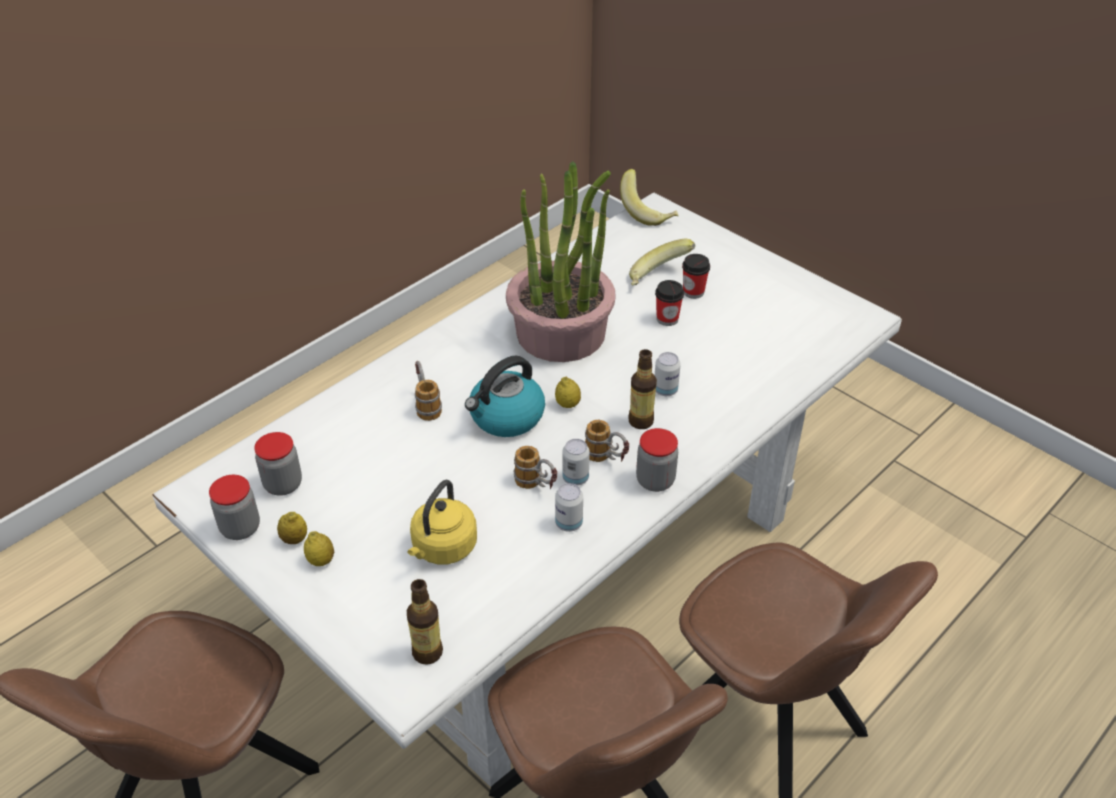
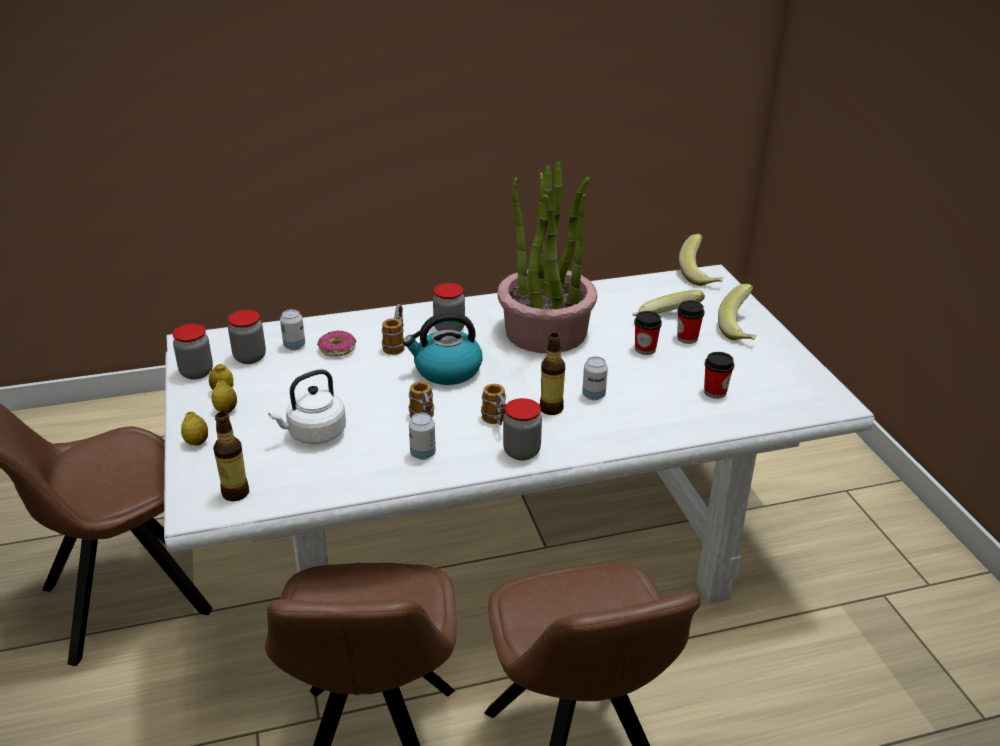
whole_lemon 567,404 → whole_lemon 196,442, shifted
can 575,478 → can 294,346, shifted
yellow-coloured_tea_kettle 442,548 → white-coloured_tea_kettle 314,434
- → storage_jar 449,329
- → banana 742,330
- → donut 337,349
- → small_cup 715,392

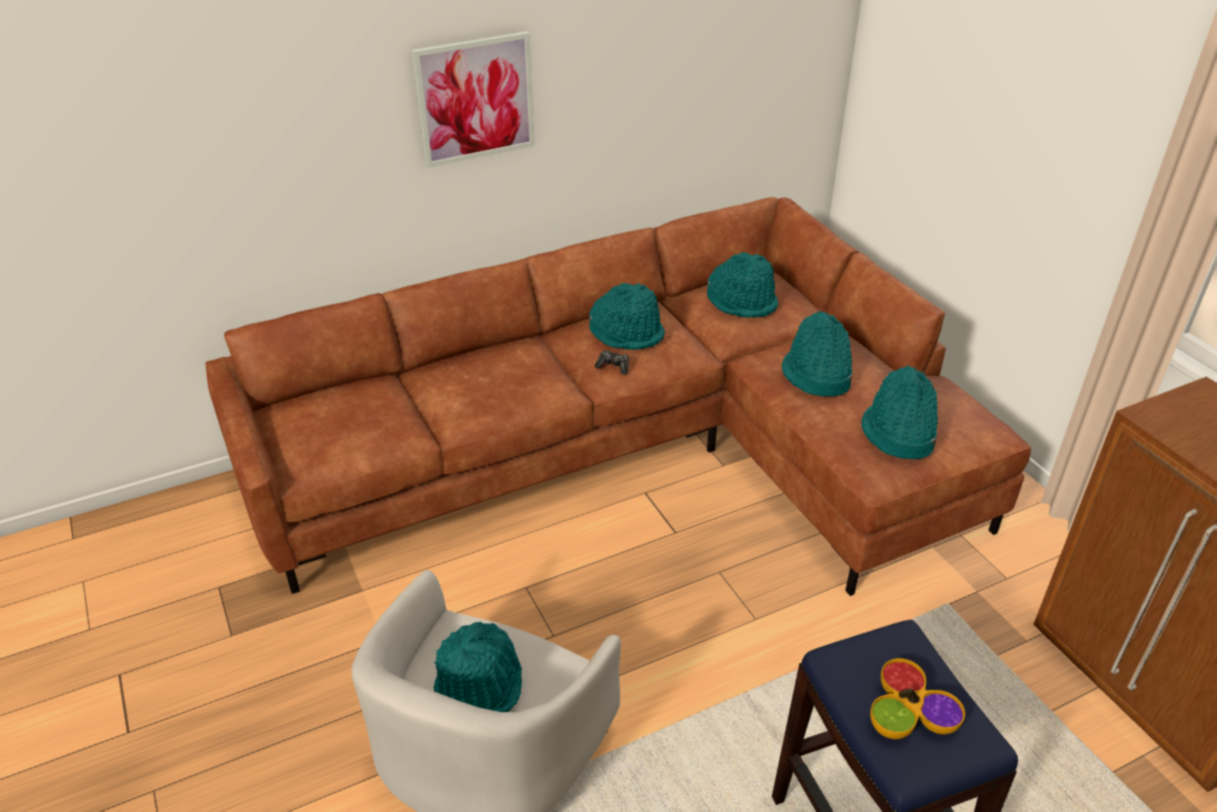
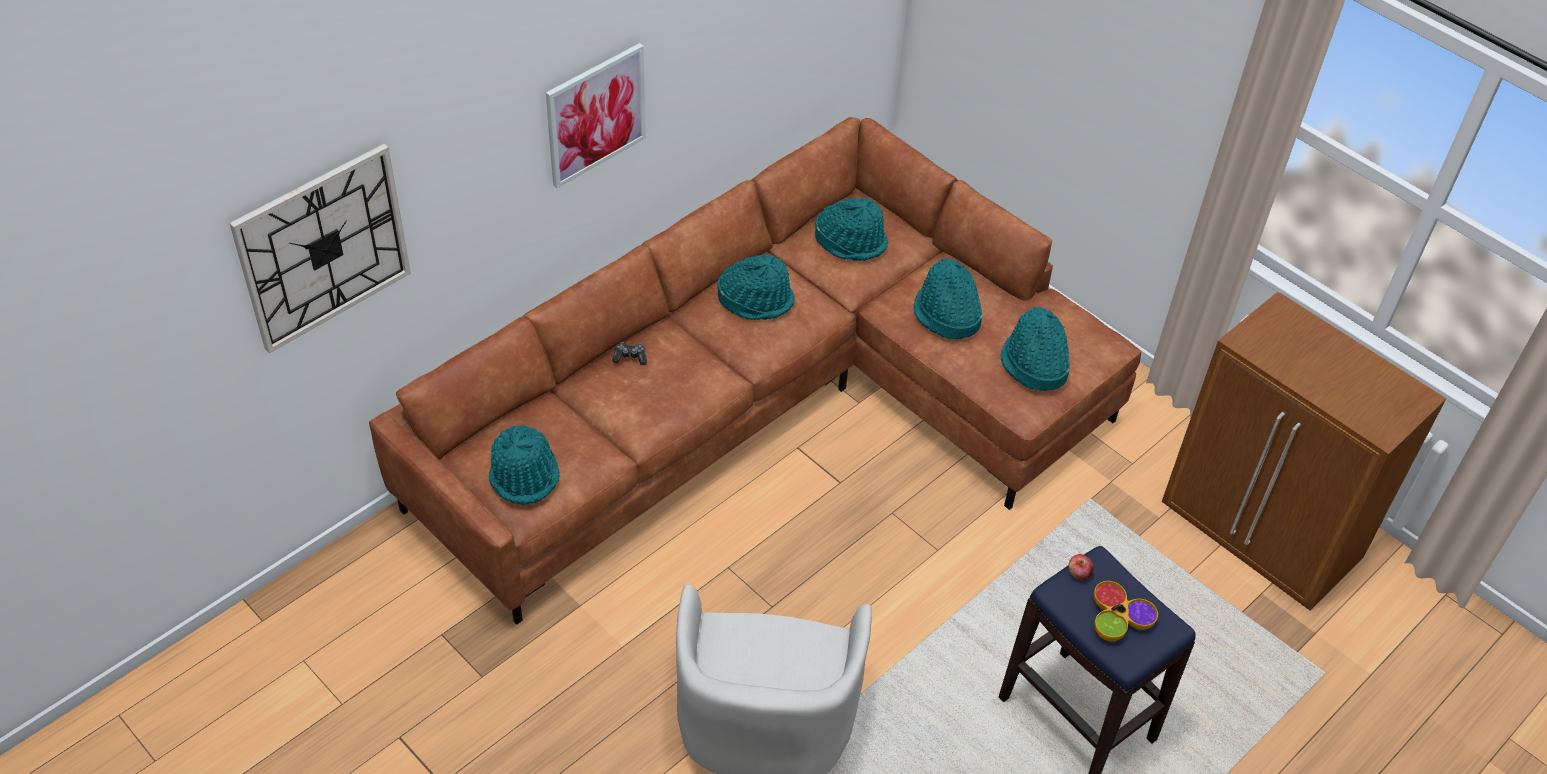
joypad 613,366 → joypad 630,357, shifted
turquoise_wearable_hat 480,686 → turquoise_wearable_hat 524,474, shifted
- → wall_clock 323,247
- → apple_fruit 1078,573

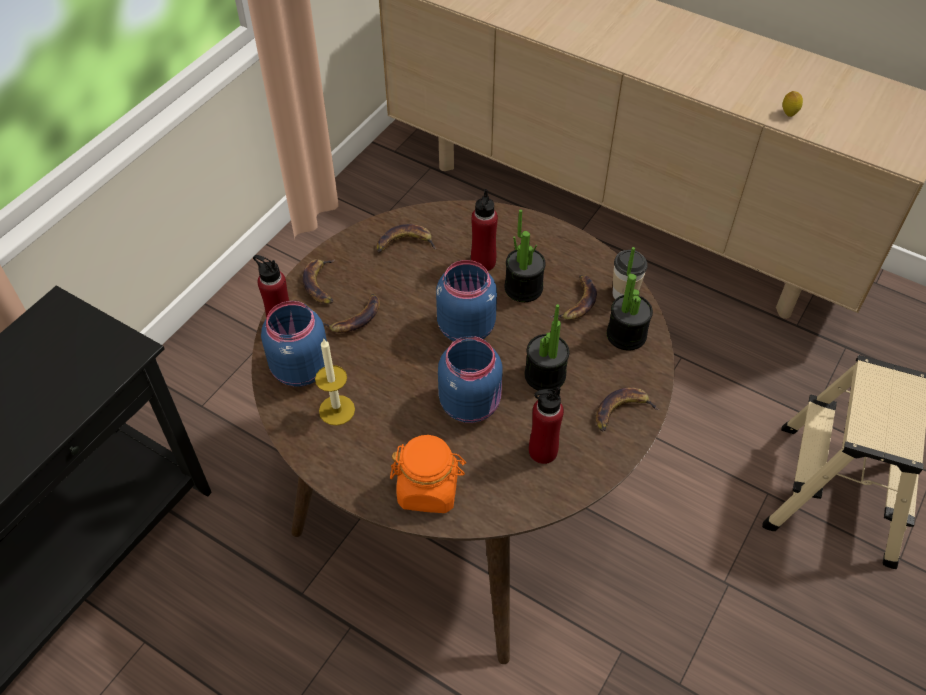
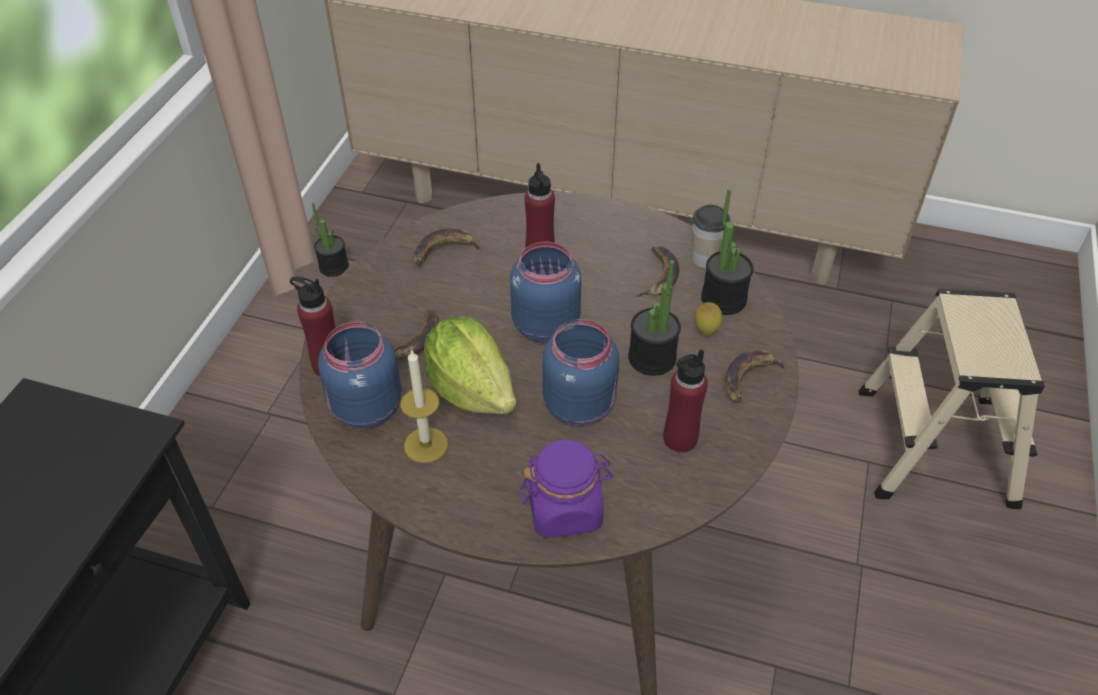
whole_lemon 788,114 → whole_lemon 706,331, shifted
potted_plant 523,288 → potted_plant 334,267, shifted
banana 321,284 → -
orange_storage_jar 428,489 → purplish_storage_jar 565,509
- → head_of_lettuce 471,389

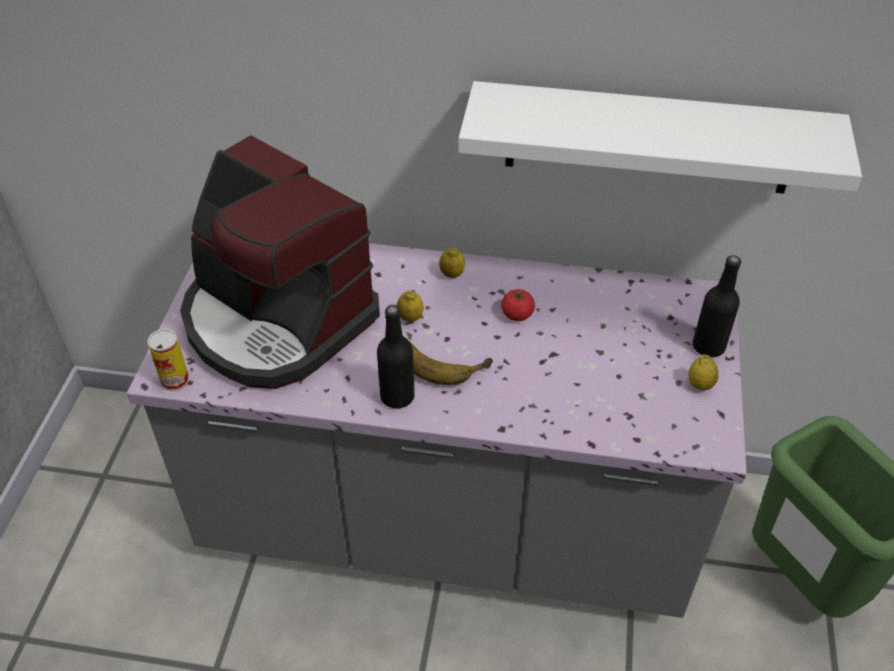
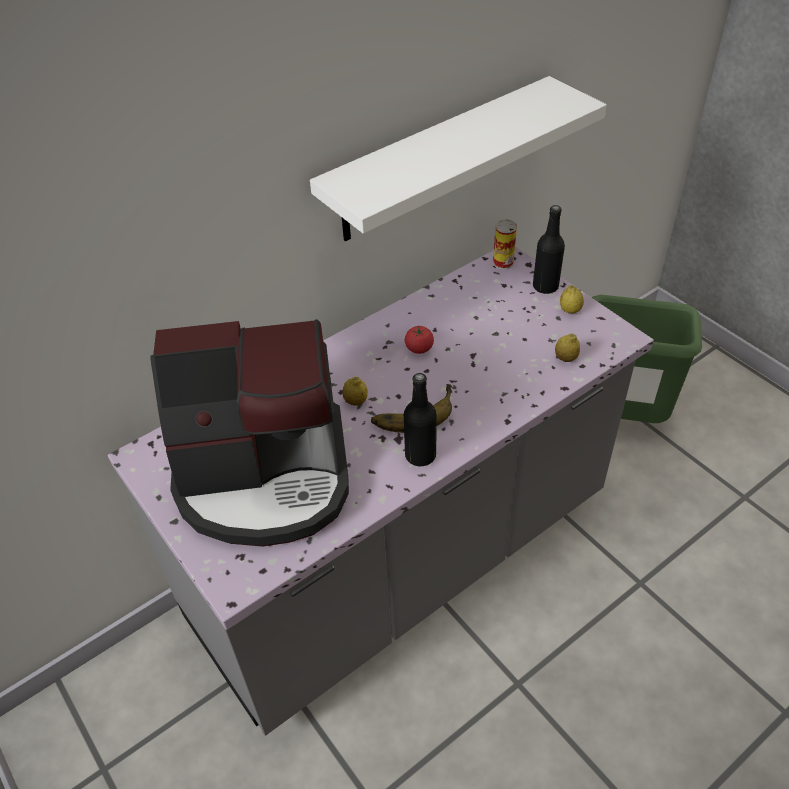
whole_lemon 452,274 → whole_lemon 565,358, shifted
can 175,380 → can 503,262, shifted

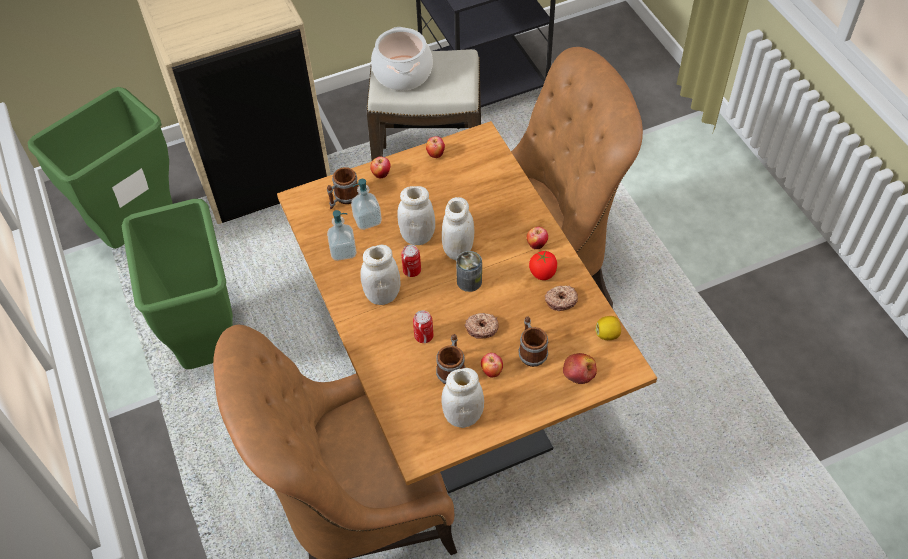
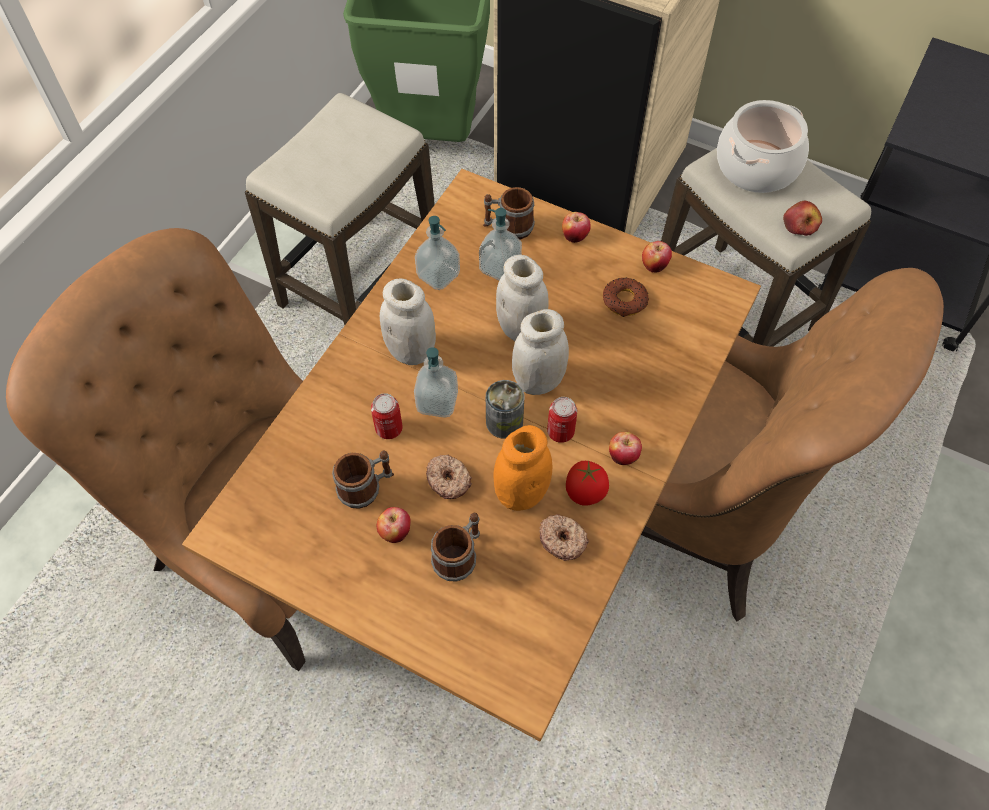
greenish_trash_can 209,344 → stool_seat 360,282
can 412,270 → can 560,432, shifted
whole_lemon 607,334 → -
apple_fruit 579,372 → apple_fruit 800,224, shifted
white-coloured_storage_jar 463,416 → -
- → donut 624,300
- → soap_bottle 437,402
- → orange_storage_jar 521,493

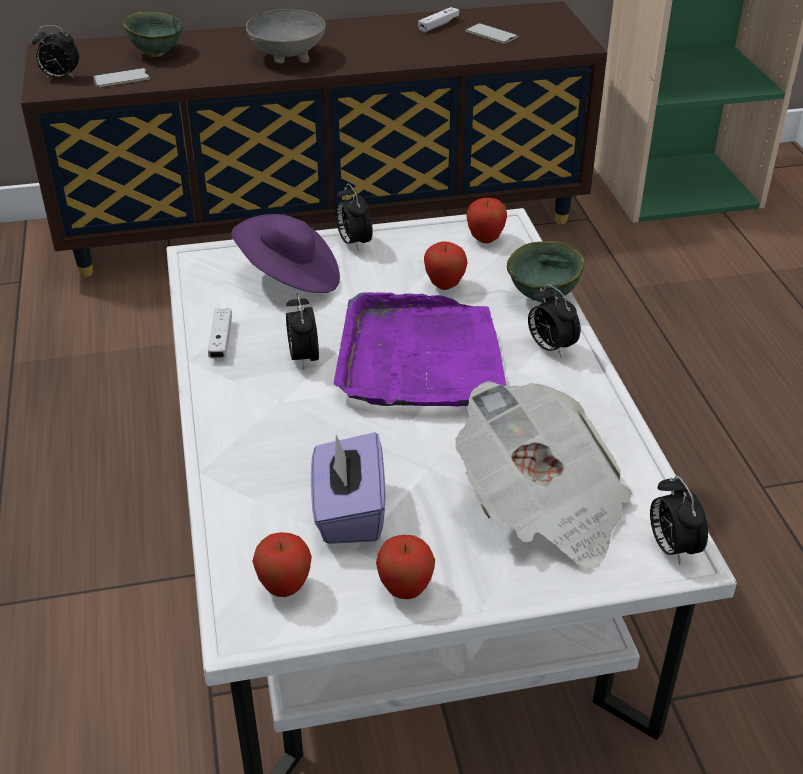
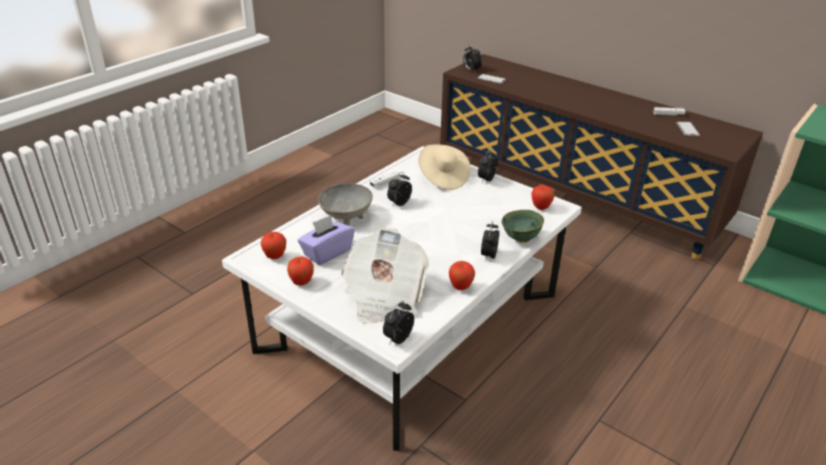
gray_deep_dish 286,57 → gray_deep_dish 346,216, shifted
greenish_deep_dish 156,53 → -
purplish_wearable_hat 290,277 → beige_wearable_hat 443,178
apple_fruit 444,285 → apple_fruit 460,287, shifted
purplish_serving_tray 421,359 → -

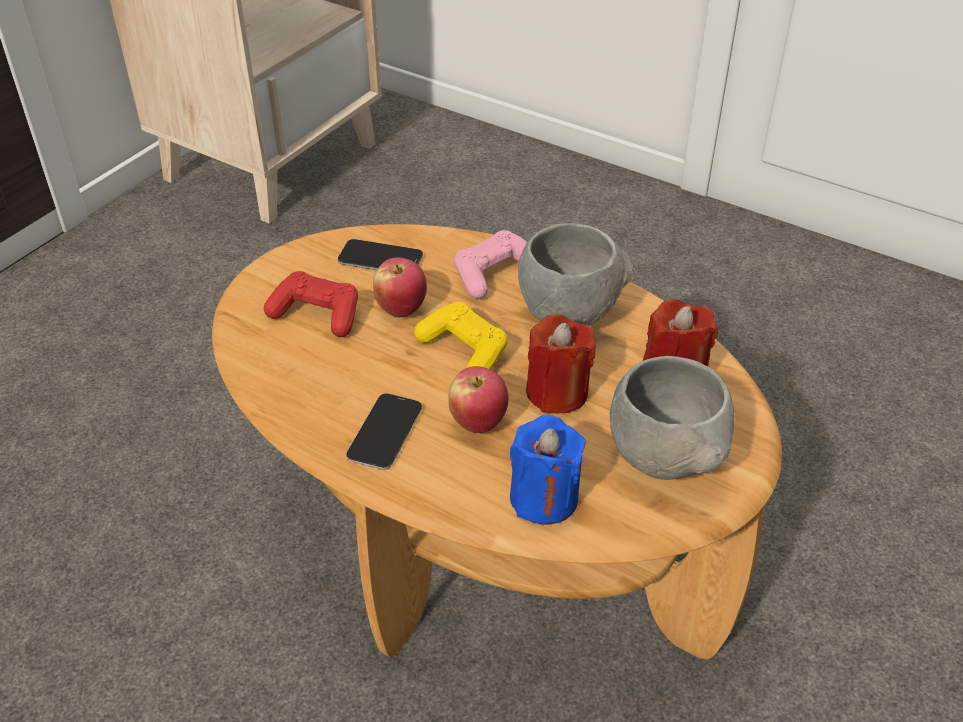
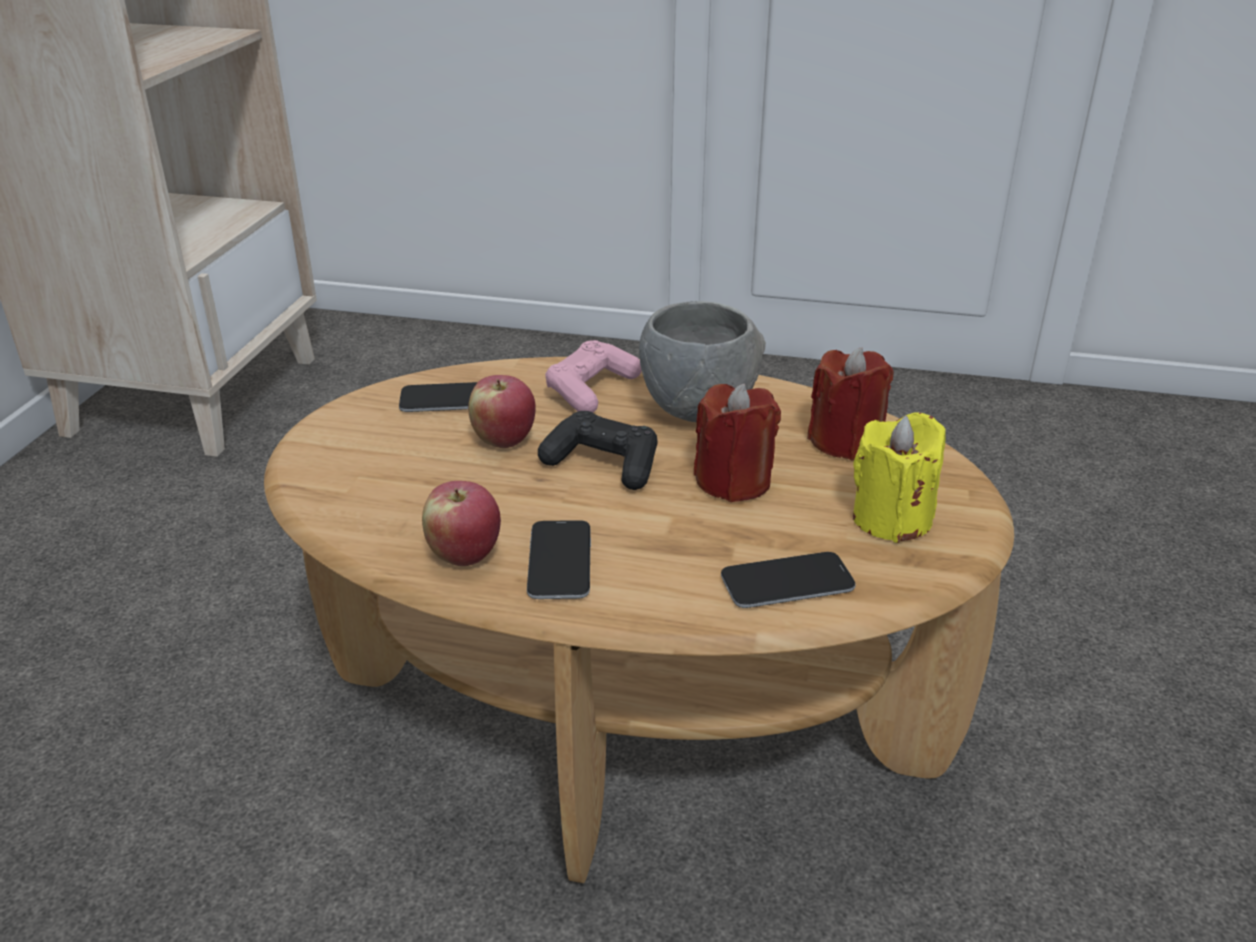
red-coloured_joypad 317,314 → -
yellow-coloured_joypad 464,350 → blackish_joypad 603,464
gray_deep_dish 664,461 → yellow-coloured_wax_candle 892,519
apple_fruit 478,422 → apple_fruit 464,555, shifted
bluish_wax_candle 544,498 → handset 787,582

